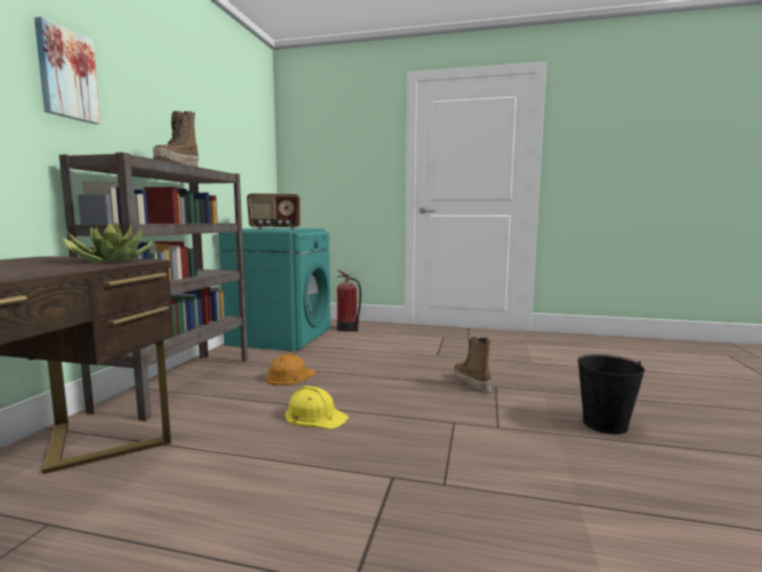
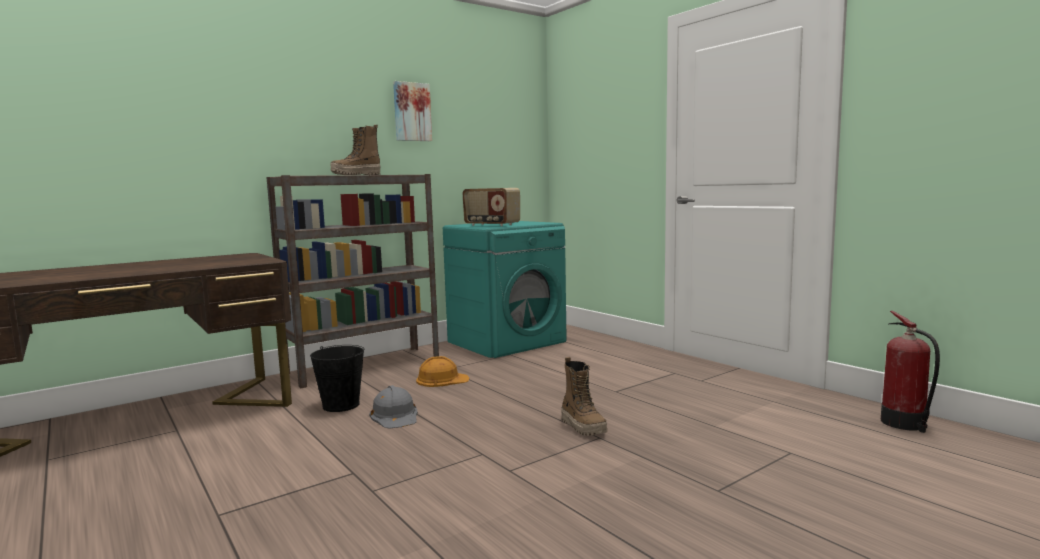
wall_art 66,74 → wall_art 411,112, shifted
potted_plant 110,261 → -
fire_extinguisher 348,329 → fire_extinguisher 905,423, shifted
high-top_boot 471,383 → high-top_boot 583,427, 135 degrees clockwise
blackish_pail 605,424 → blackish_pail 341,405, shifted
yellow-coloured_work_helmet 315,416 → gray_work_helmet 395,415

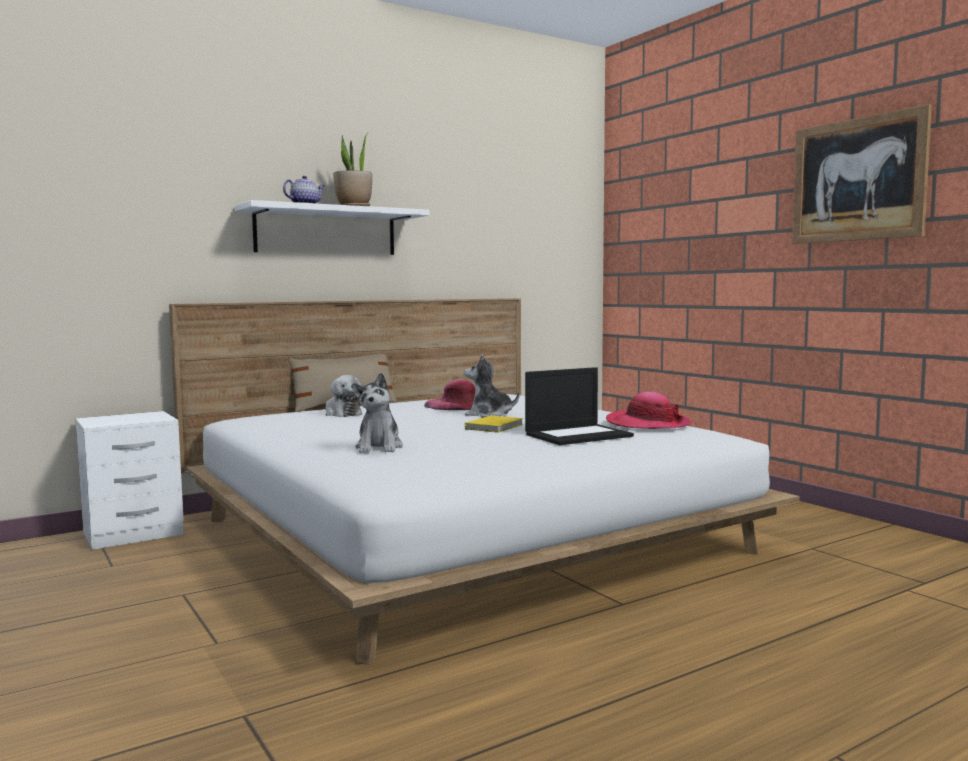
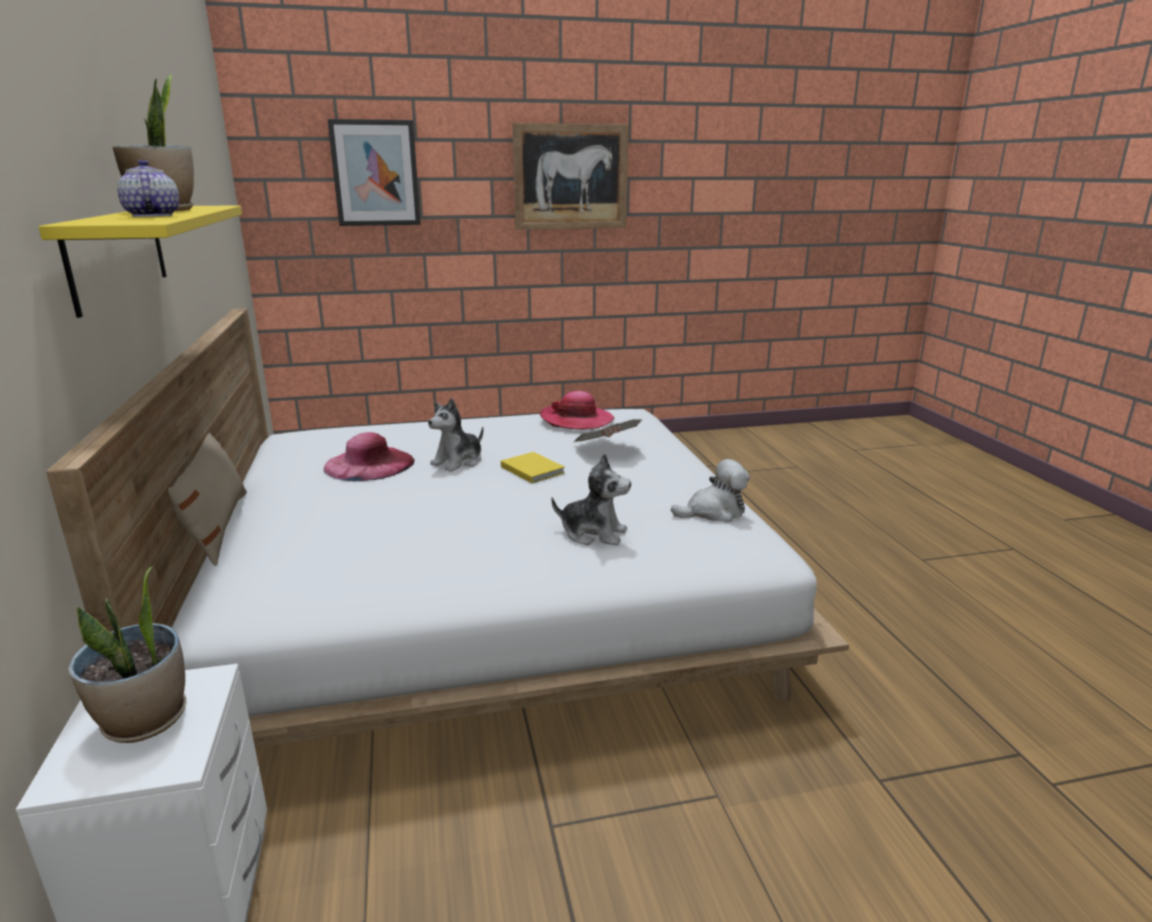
white-coloured_bracket_shelf 326,231 → yellow-coloured_bracket_shelf 118,254
laptop 578,435 → newspaper 606,449
plush_toy 342,413 → plush_toy 713,512, shifted
- → wall_art 375,173
- → potted_plant 145,721

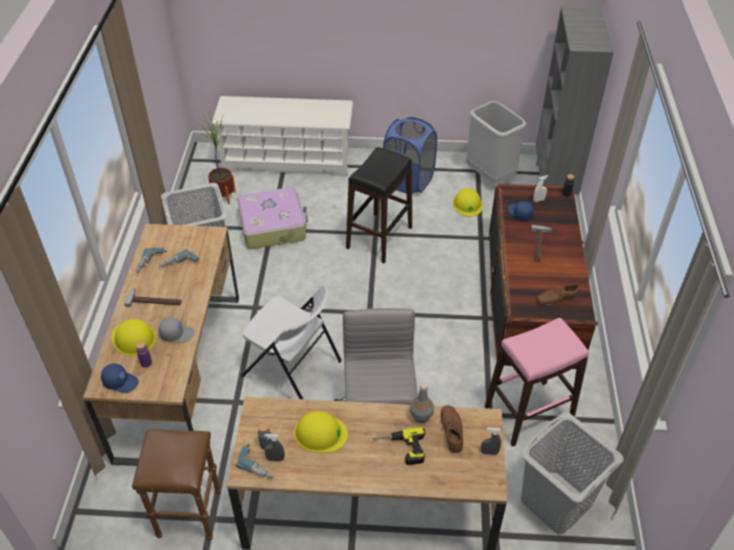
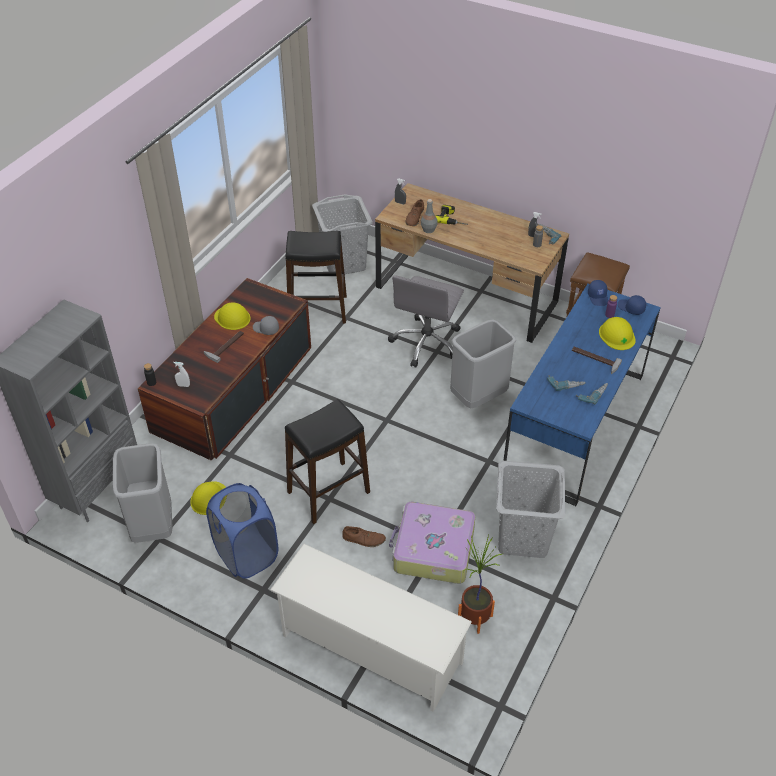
bluish_peaked_cap 519,213 → bluish_peaked_cap 598,297, shifted
brown_desk_table 181,374 → bluish_desk_table 574,423
brown_shoe 557,298 → brown_shoe 364,539, shifted
white-coloured_upright_chair 292,369 → gray_trash_can 478,396
gray_peaked_cap 177,334 → gray_peaked_cap 265,329, shifted
pink-coloured_stool_seat 528,413 → blackish_stool_seat 318,309
yellow-coloured_work_helmet 320,433 → yellow-coloured_work_helmet 232,318, shifted

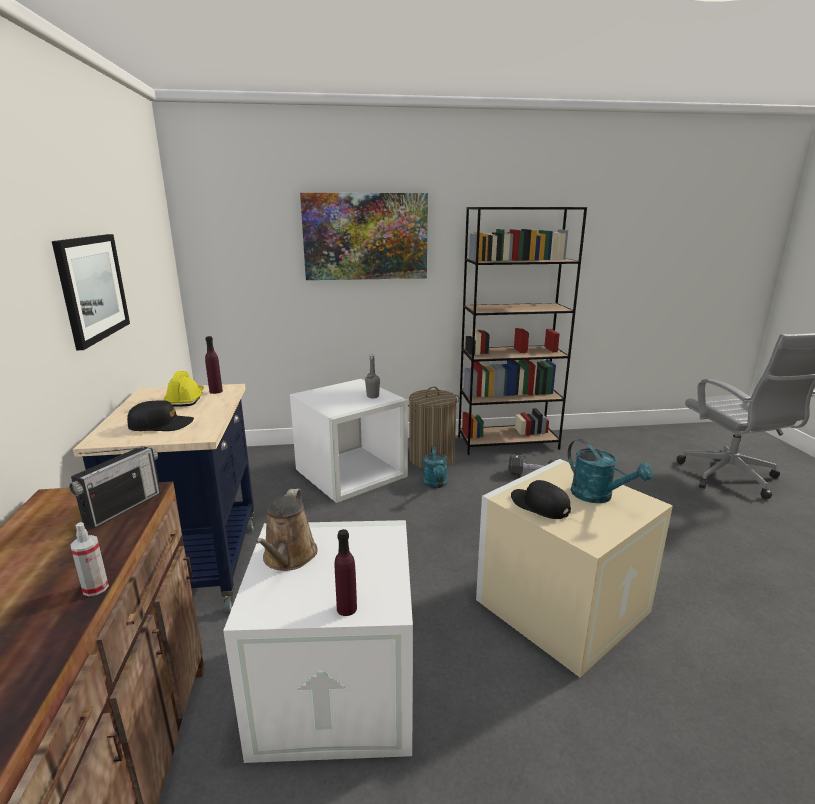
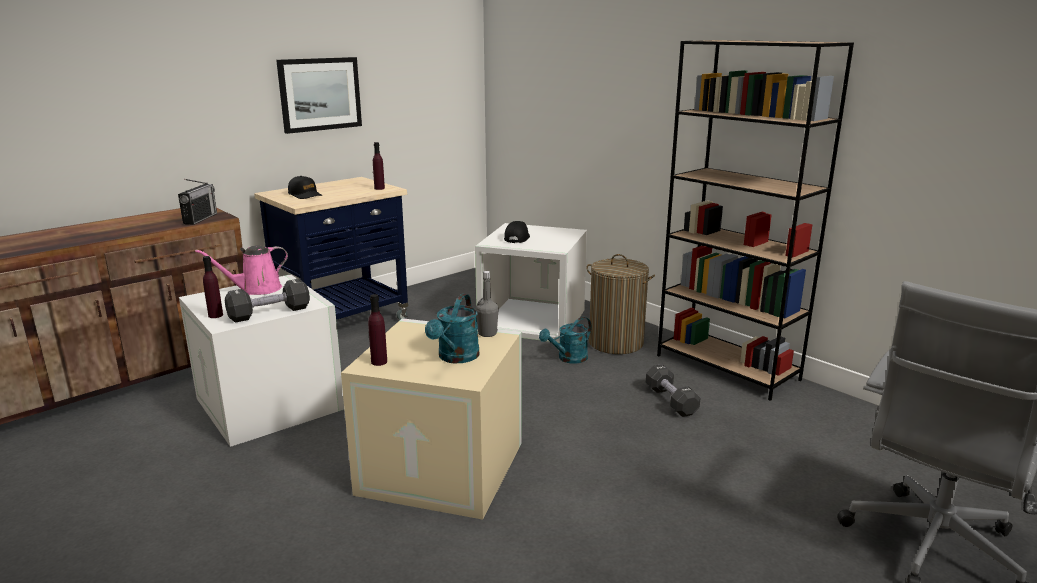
wall_art 365,237 → -
gray_drink_bottle 373,396 → gray_drink_bottle 487,333, shifted
yellow-coloured_work_helmet 185,399 → -
radio 123,507 → radio 200,219, 75 degrees counterclockwise
blackish_peaked_cap 539,506 → blackish_peaked_cap 517,238, shifted
brown_sprinkling_can 288,557 → pink-coloured_sprinkling_can 256,289
spray_bottle 95,588 → -
- → blackish_dumbbell 269,313
- → purplish_drink_bottle 379,362

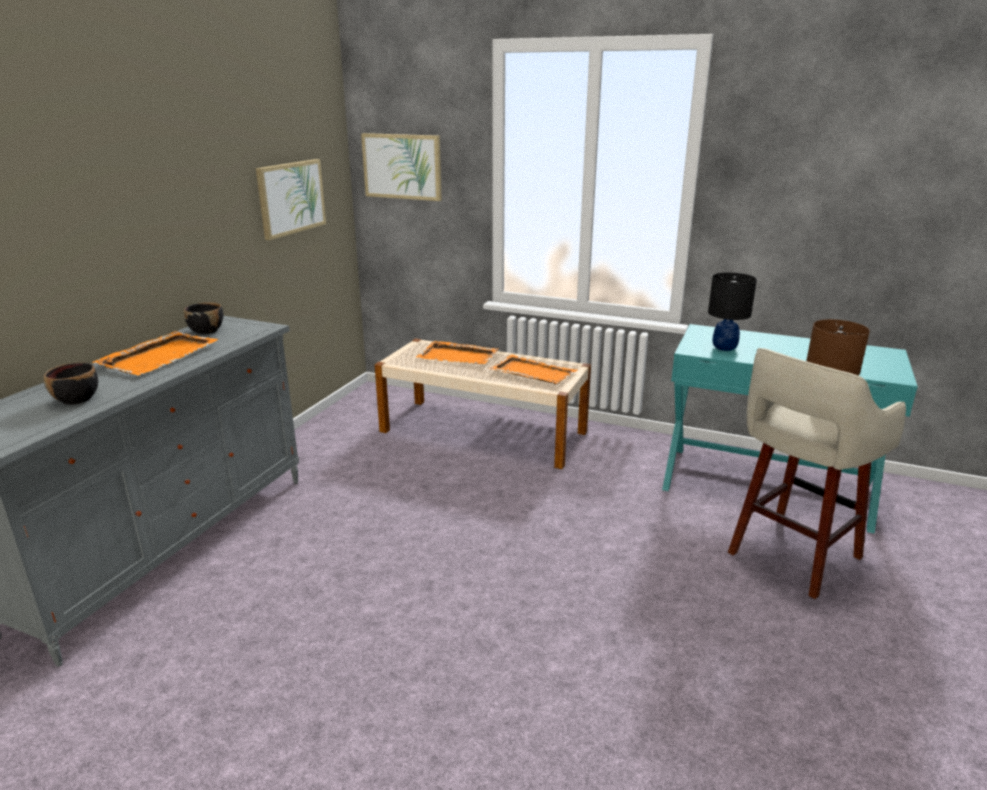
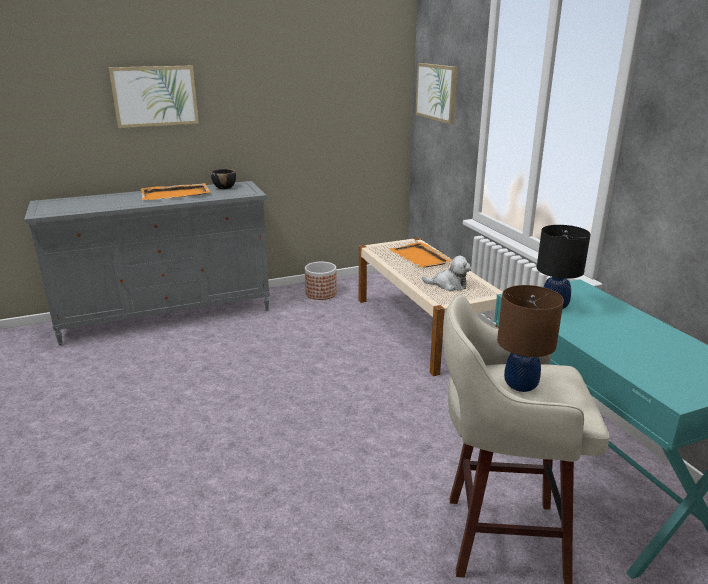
wall_art 291,198 → wall_art 155,96, shifted
orange_serving_tray 532,372 → plush_toy 448,285
blackish_deep_dish 77,399 → -
- → flower_pot 321,293

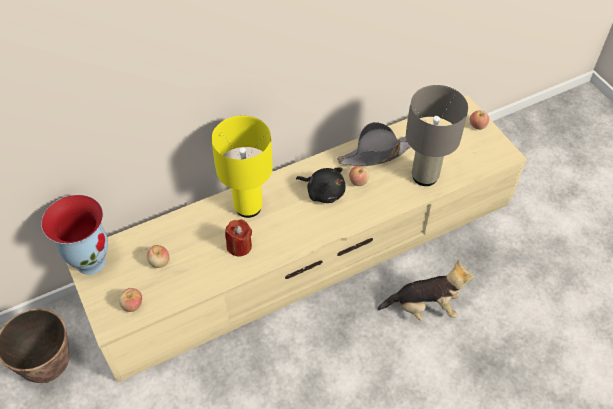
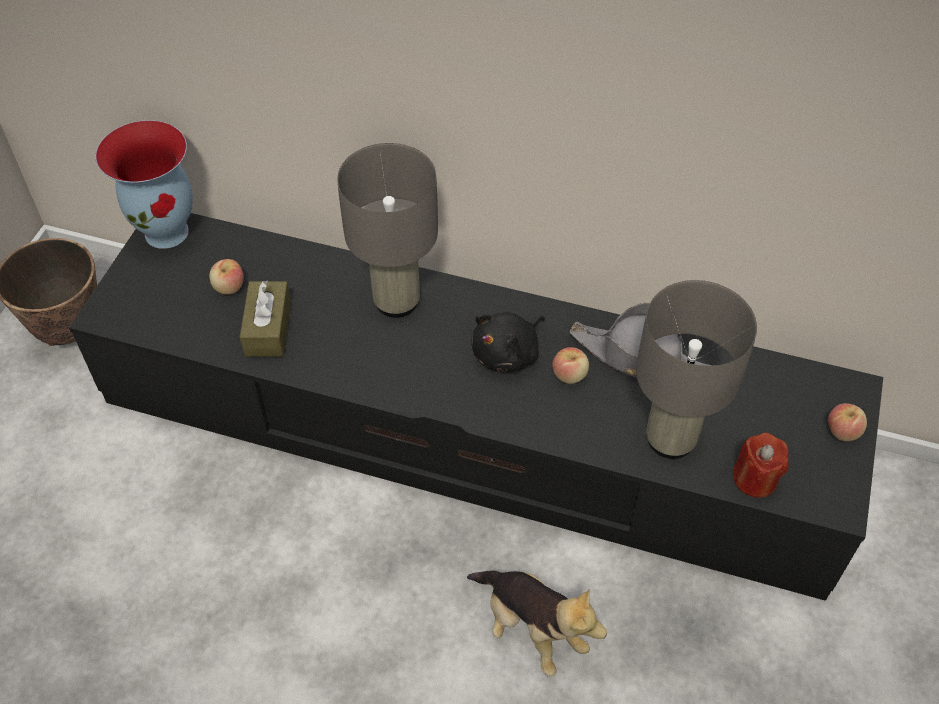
beige_tv_stand 305,248 → blackish_tv_stand 470,426
yellow-coloured_lamp_for_a_table 249,207 → gray_lamp_for_a_table 396,302
blackish_plush_toy 323,192 → blackish_plush_toy 508,353, 60 degrees clockwise
red-coloured_wax_candle 239,246 → red-coloured_wax_candle 755,479, shifted
apple_fruit 132,305 → -
- → brown_tissue_holder 268,328

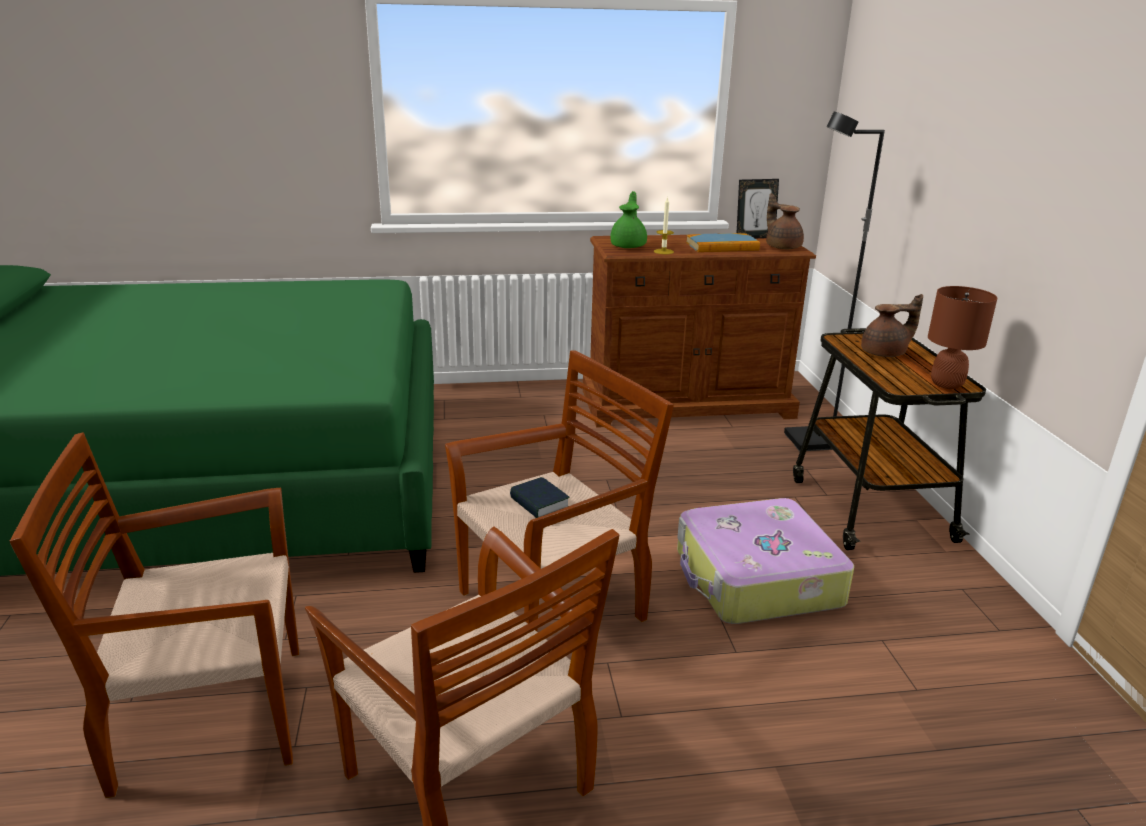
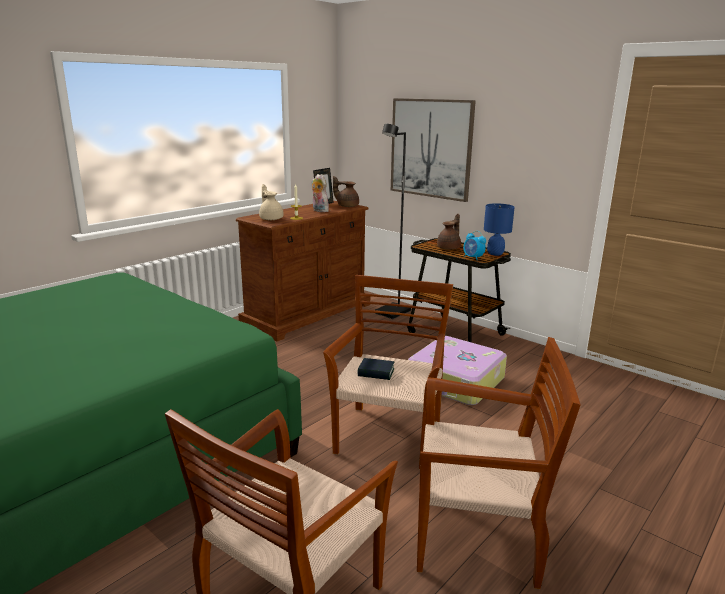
greenish_pot_for_tea 629,246 → beige_pot_for_tea 271,219
bound_book 722,246 → plush_toy 319,211
brown_lamp_for_a_table 944,385 → bluish_lamp_for_a_table 494,254
- → wall_art 431,148
- → bedside_clock 473,258

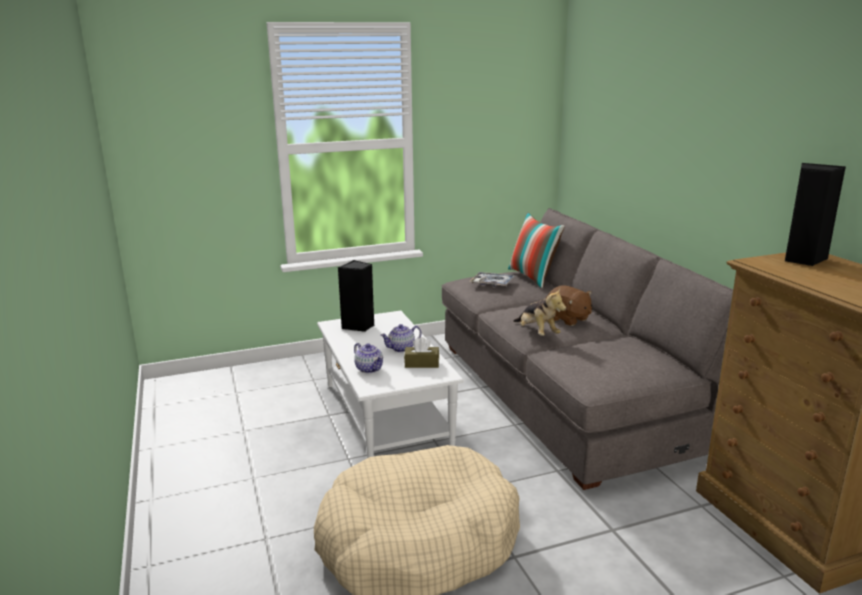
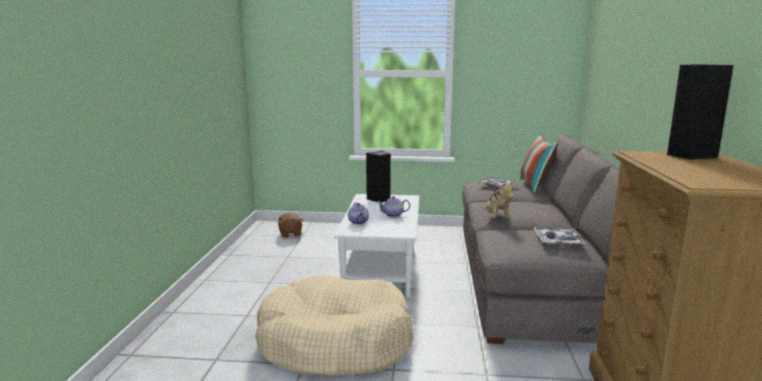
brown_plush_toy 567,319 → brown_plush_toy 290,234, shifted
brown_tissue_holder 421,364 → -
- → serving_tray 557,241

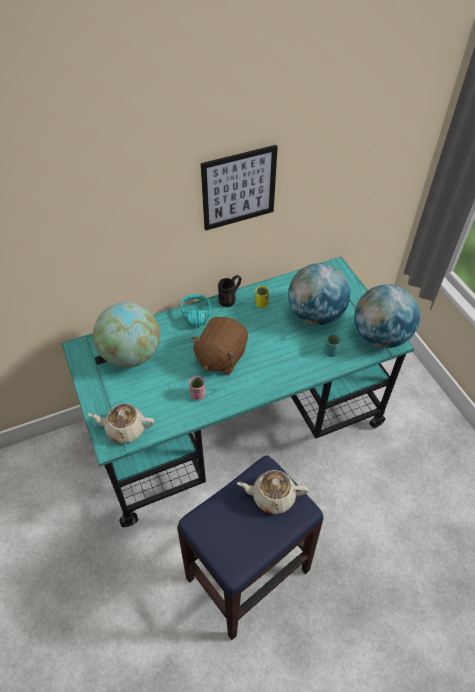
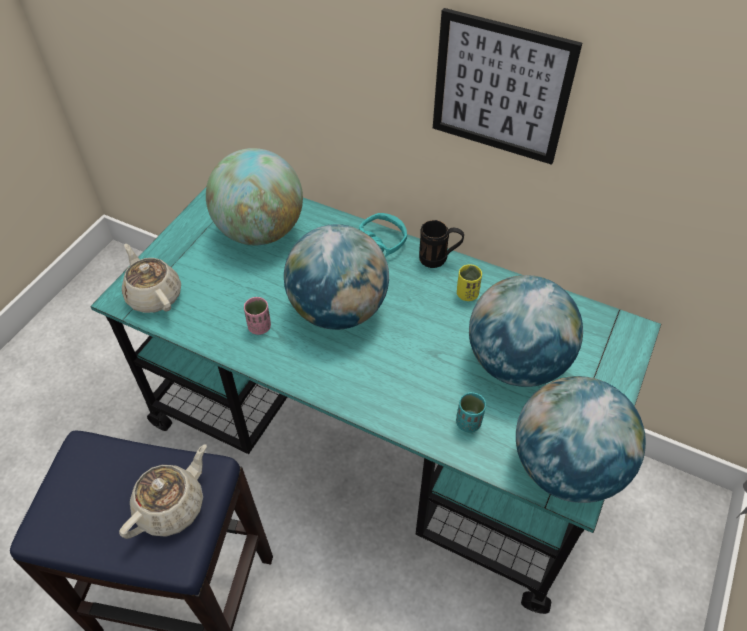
brown_plush_toy 220,357 → globe 338,310
beige_pot_for_tea 272,496 → beige_pot_for_tea 172,506, 75 degrees clockwise

